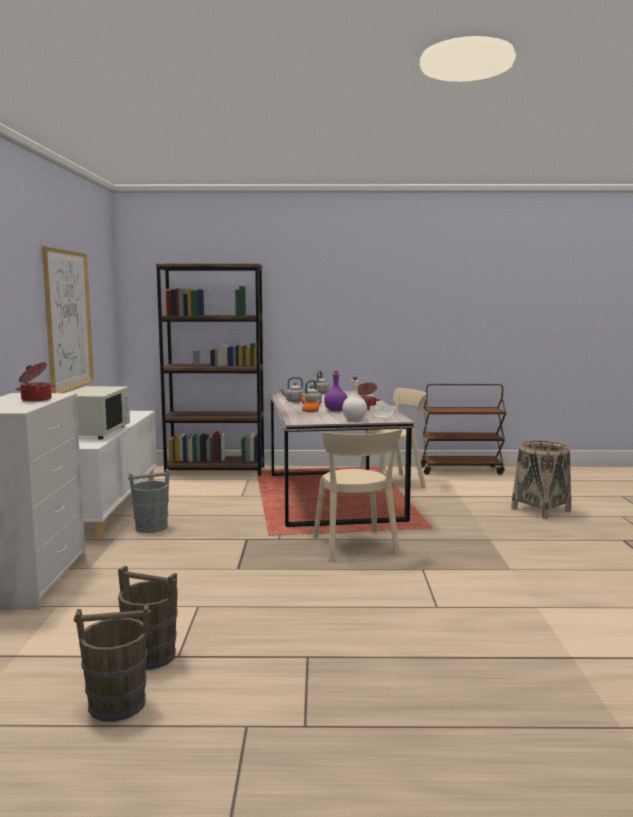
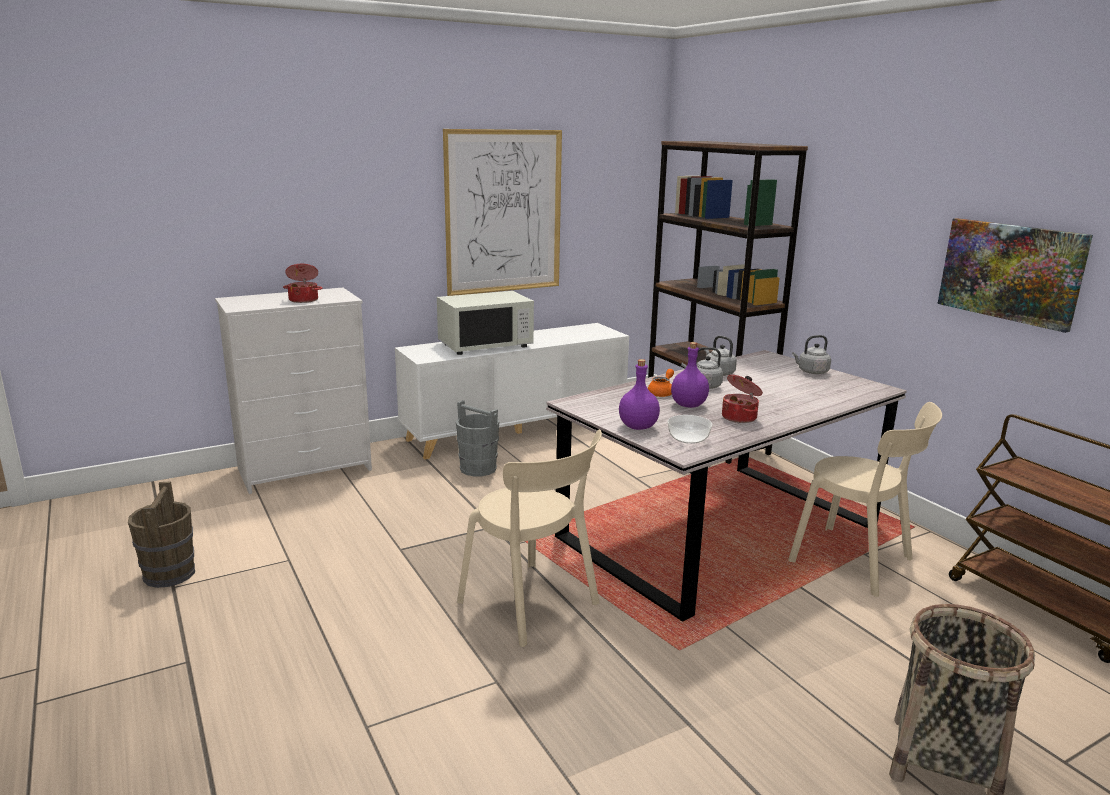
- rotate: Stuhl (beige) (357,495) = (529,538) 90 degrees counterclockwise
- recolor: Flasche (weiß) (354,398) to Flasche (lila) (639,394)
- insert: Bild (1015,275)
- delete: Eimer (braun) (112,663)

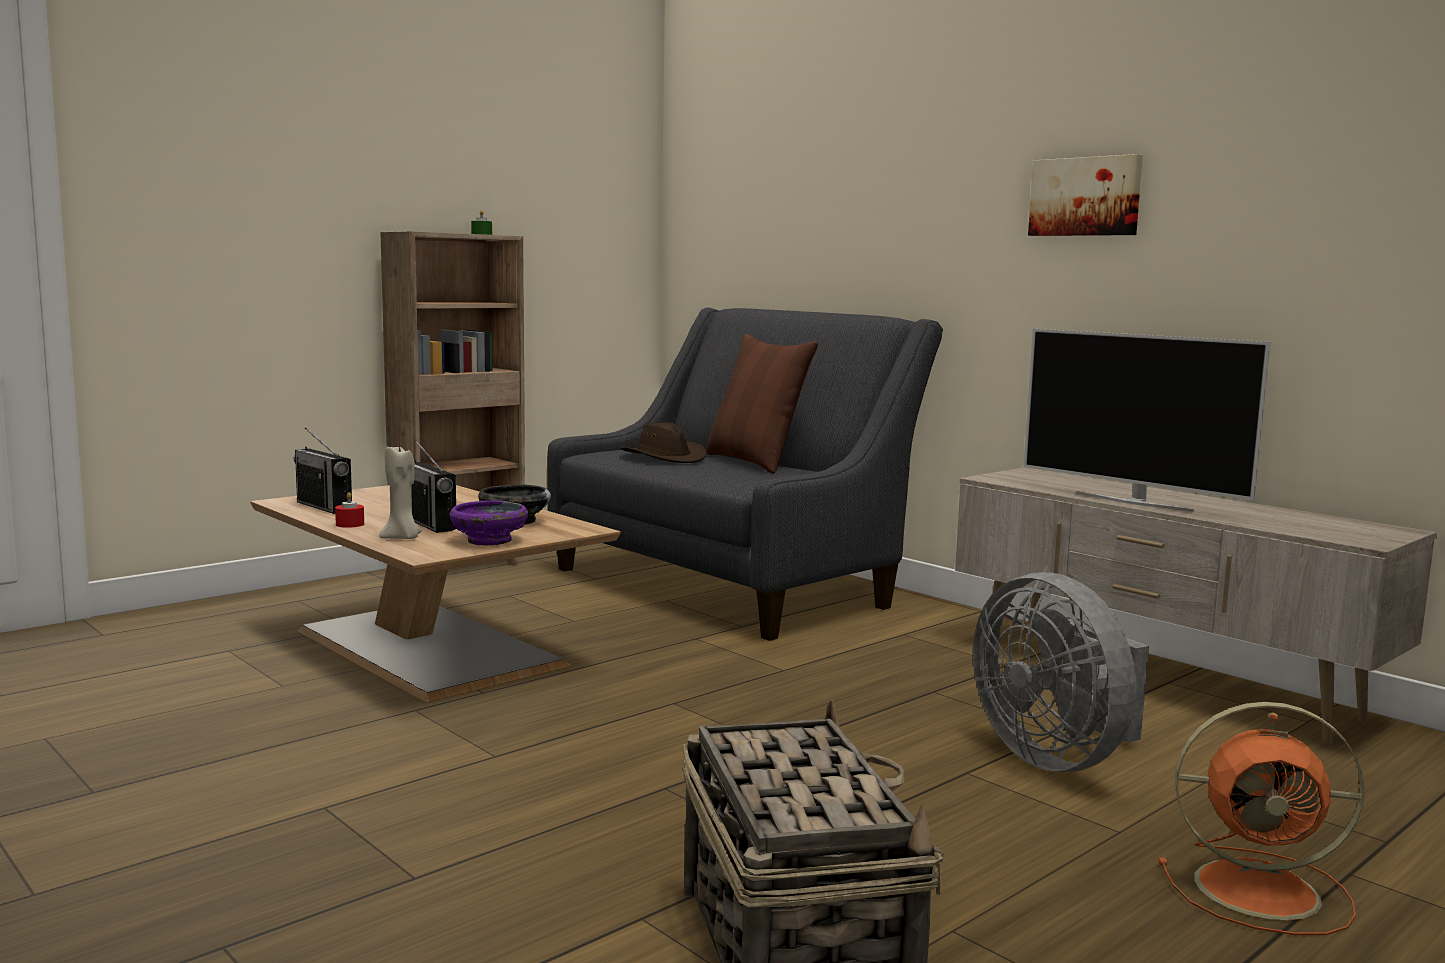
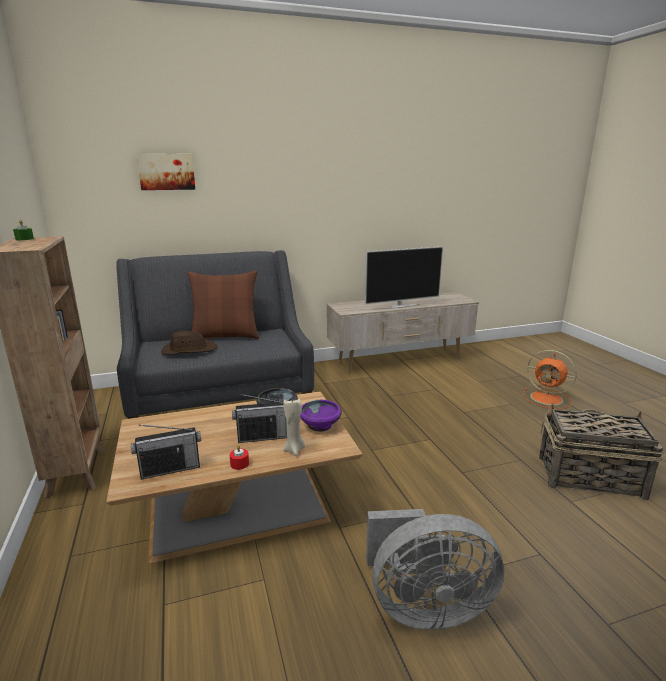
- move: Bild (1085,195) to (165,171)
- move: Ventilator (grau) (1061,672) to (435,569)
- rotate: Ventilator (orange) (1262,818) = (550,379) 90 degrees clockwise

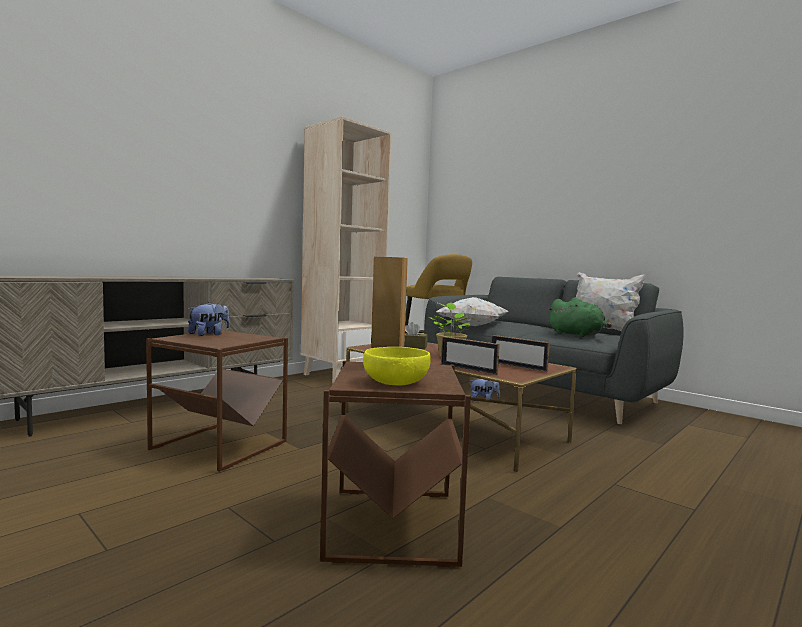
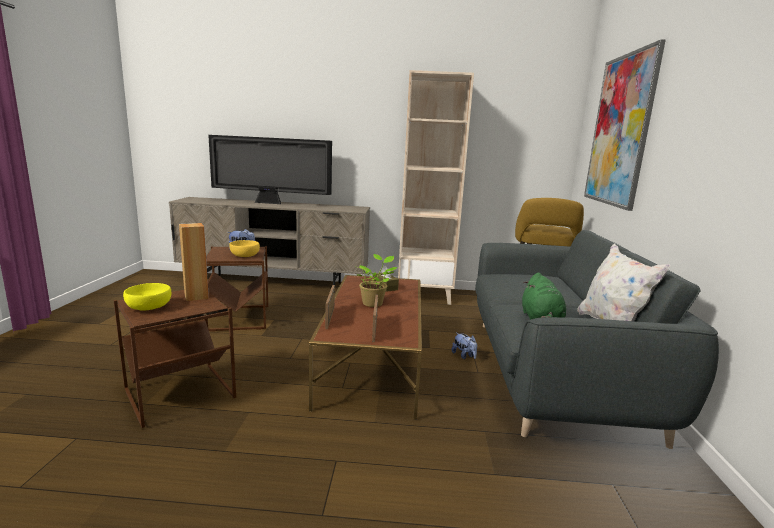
- insert: Fernseher (270,169)
- insert: Schüssel (gelb) (244,248)
- insert: Bild (625,125)
- delete: Kissen (weiß) (472,311)

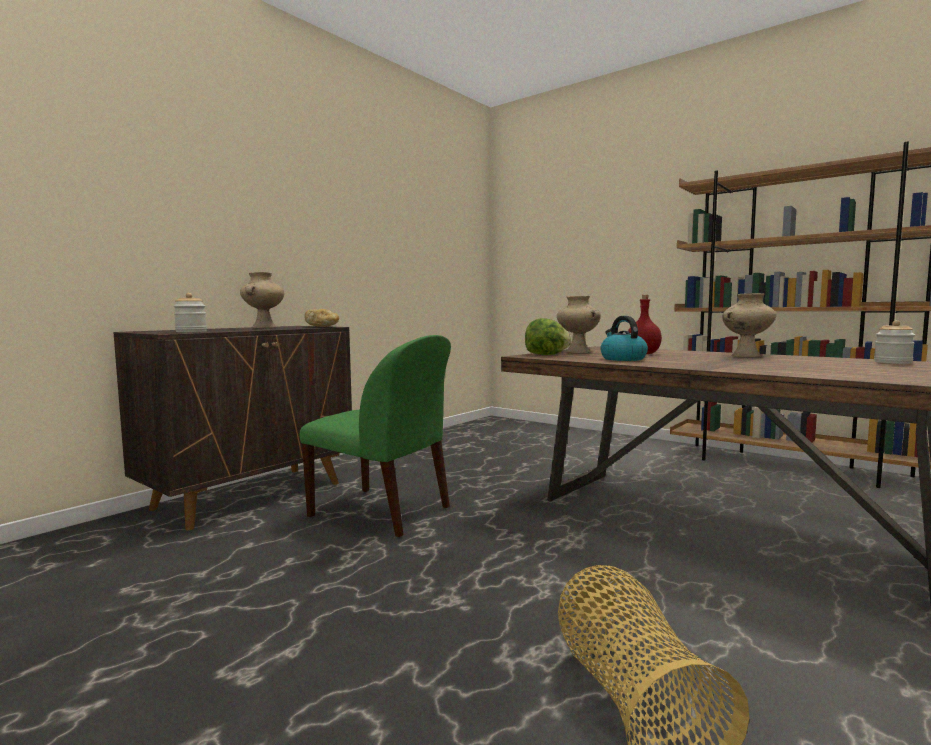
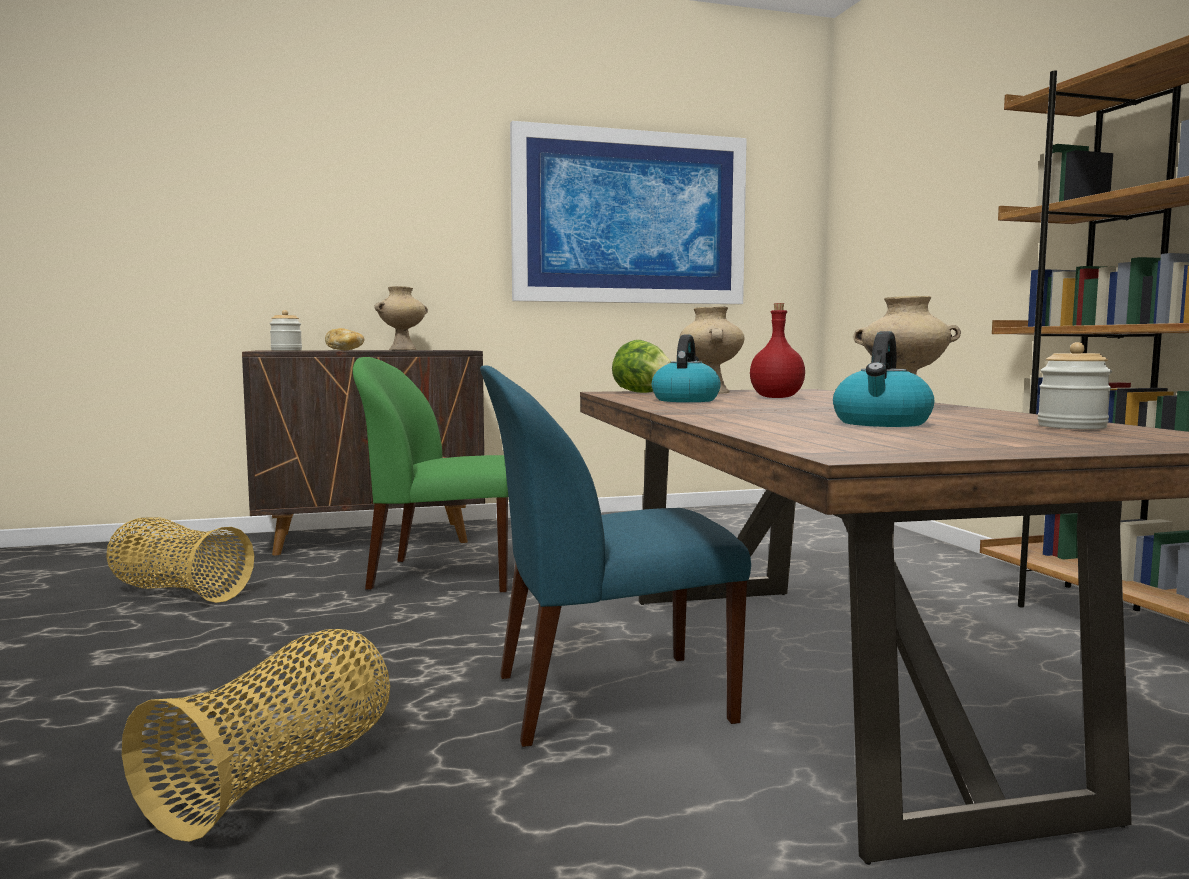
- insert: Korb (180,560)
- move: Brot (321,318) to (344,339)
- rotate: Stuhl (grün) (375,436) = (431,475) 120 degrees clockwise
- insert: Stuhl (blau) (615,556)
- insert: Bild (628,212)
- insert: Wasserkessel (883,379)

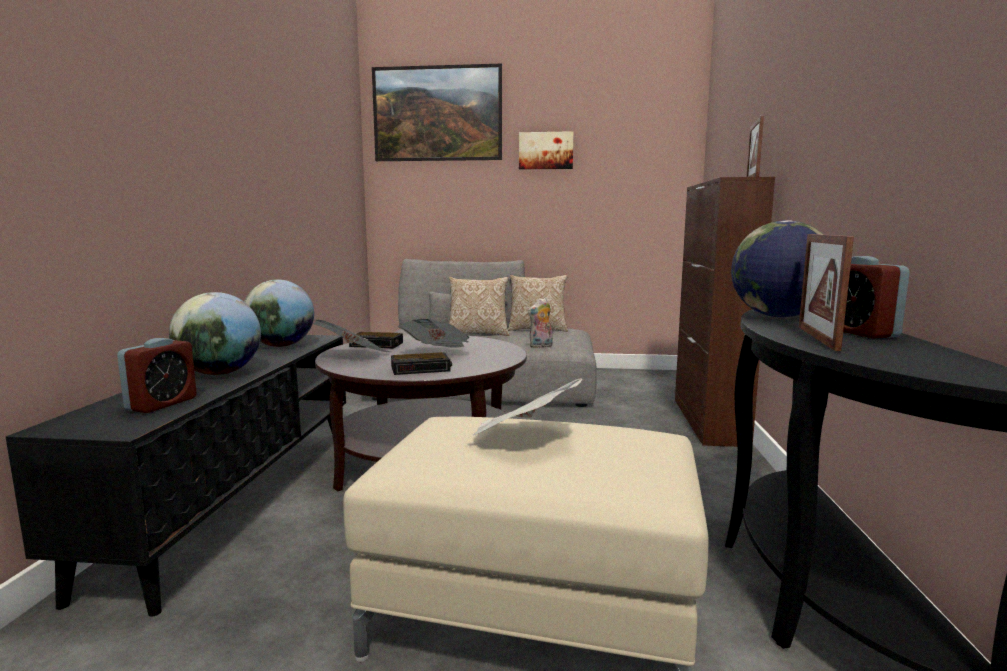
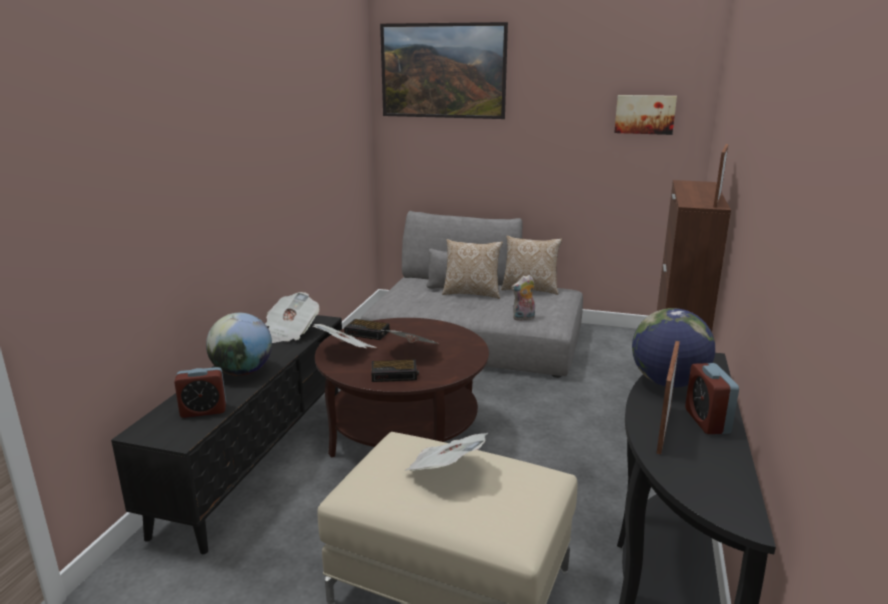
- rotate: Wecker (157,375) = (200,392) 45 degrees clockwise
- replace: Globus (279,313) to Zeitung (292,317)
- move: Bild (546,150) to (645,115)

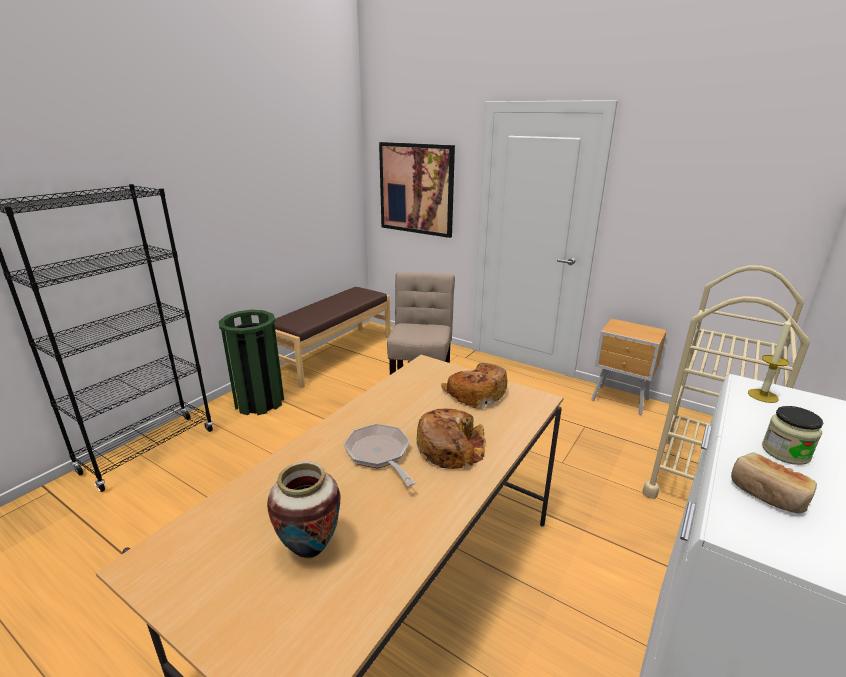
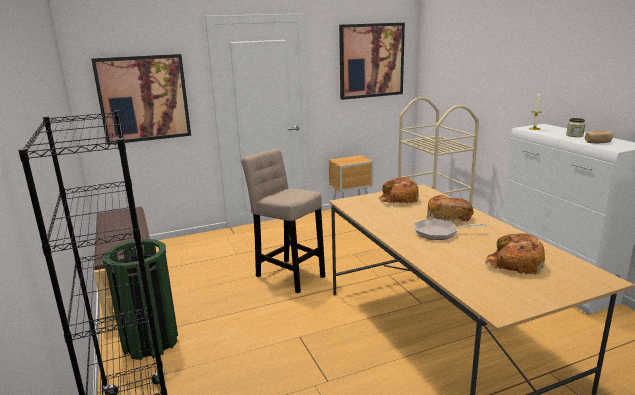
- insert: Bild (372,61)
- replace: Vase (303,510) to Brot (515,253)

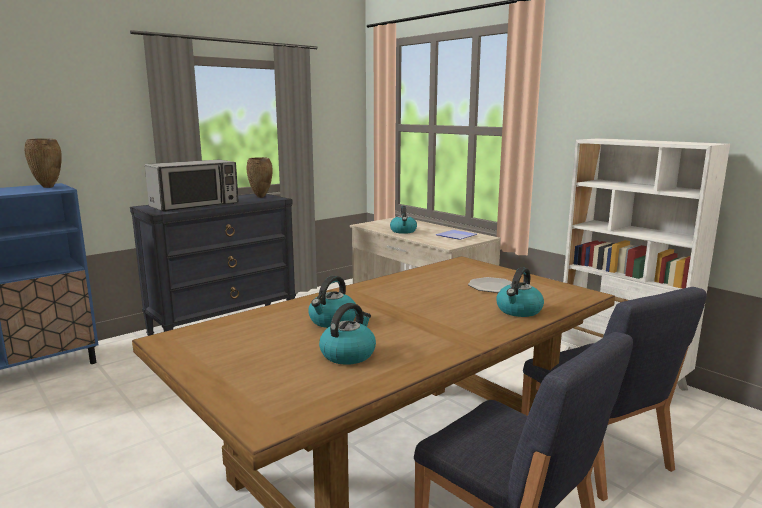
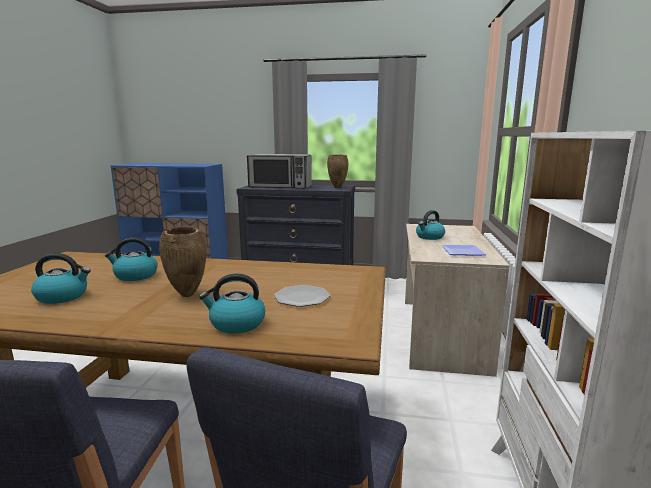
- move: Vase (braun) (43,163) to (183,262)

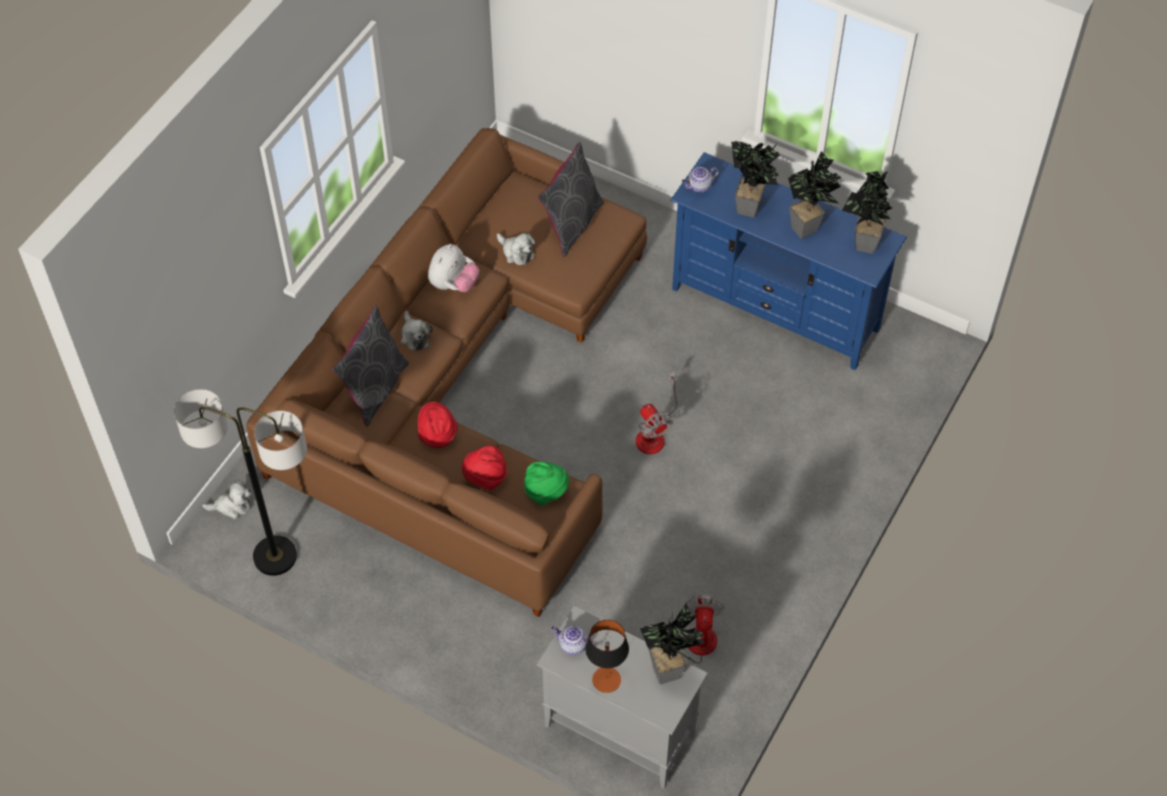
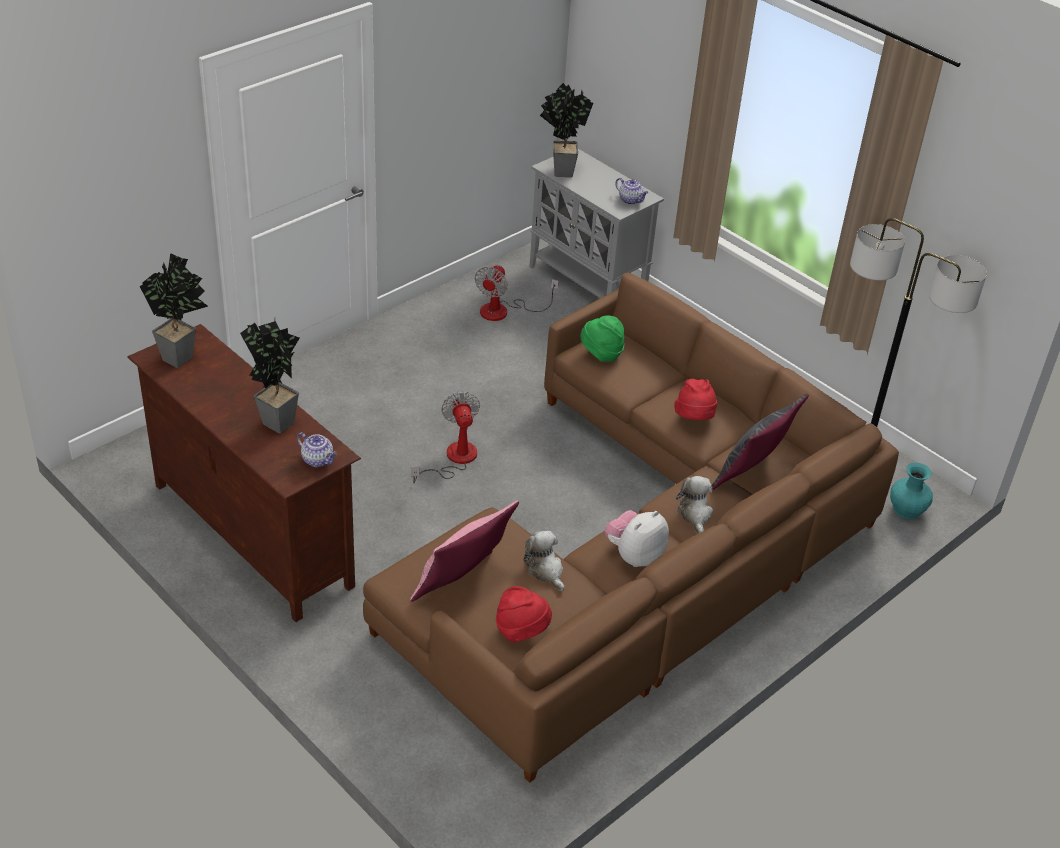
- recolor: Fernsehschrank (blau) (788,261) to Fernsehschrank (braun) (244,473)
- rotate: Teekanne (700,180) = (317,449) 45 degrees clockwise
- recolor: Kissen (grau) (571,199) to Kissen (rosa) (464,551)
- move: Hut (rot) (484,467) to (524,614)
- replace: Plüschtier (226,499) to Vase (türkis) (911,491)
- delete: Tischlampe (607,656)
- delete: Topfpflanze (814,195)

